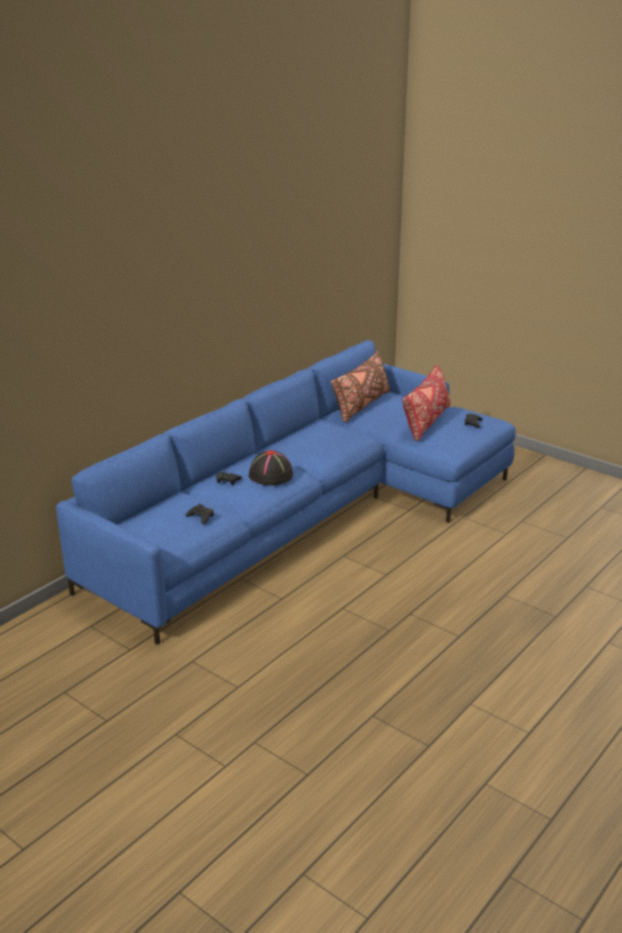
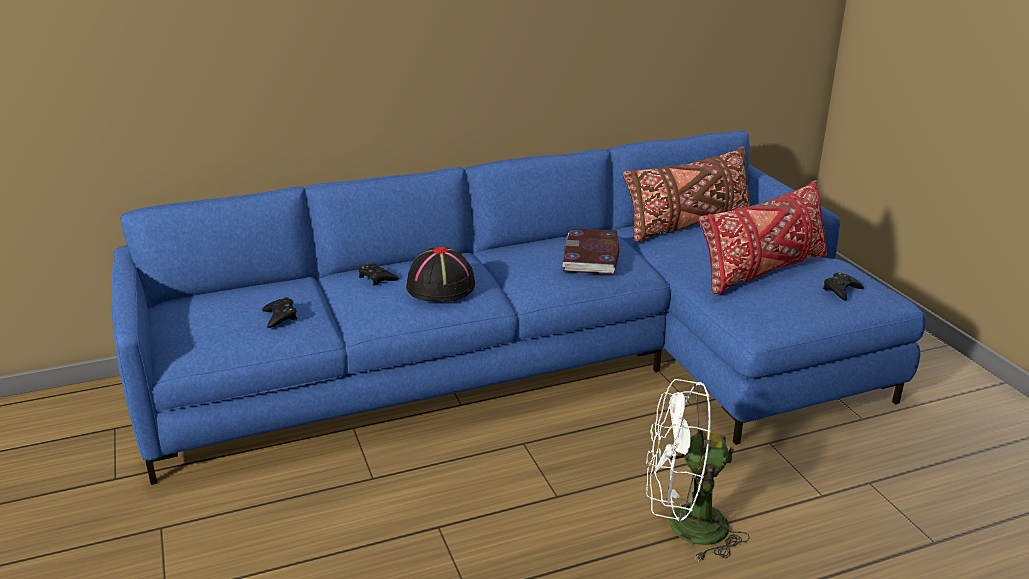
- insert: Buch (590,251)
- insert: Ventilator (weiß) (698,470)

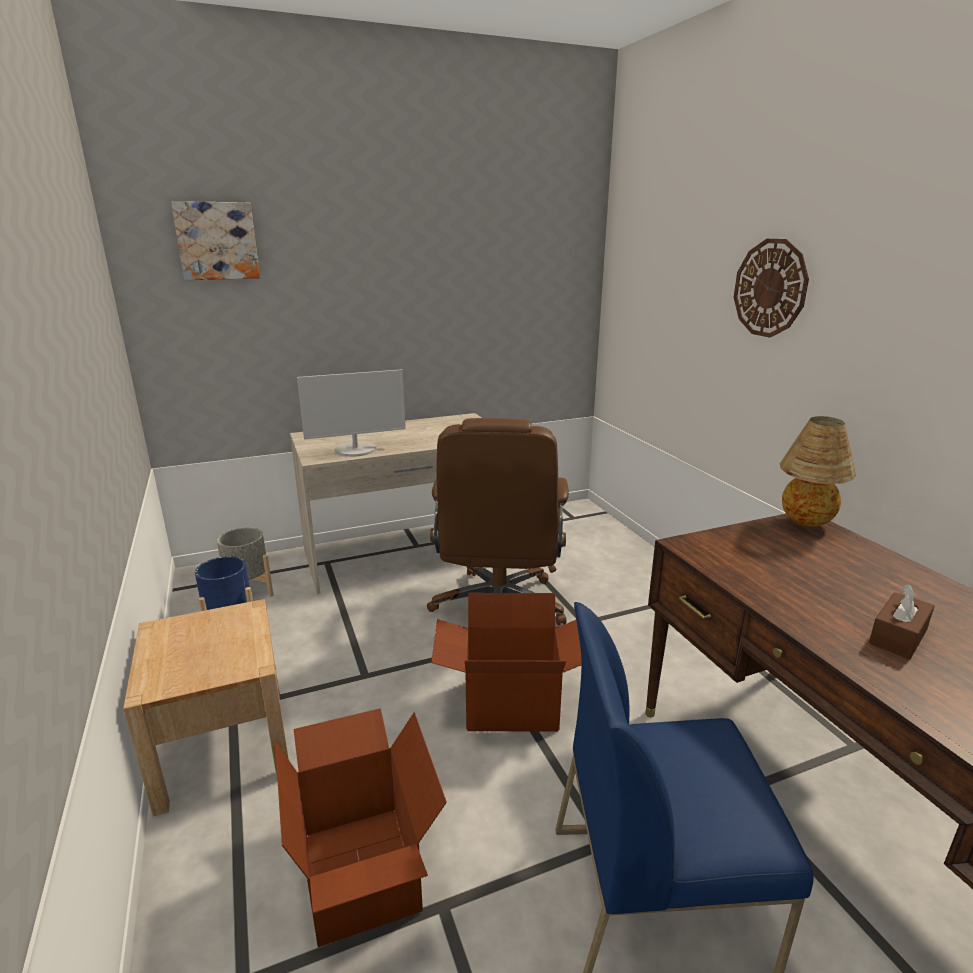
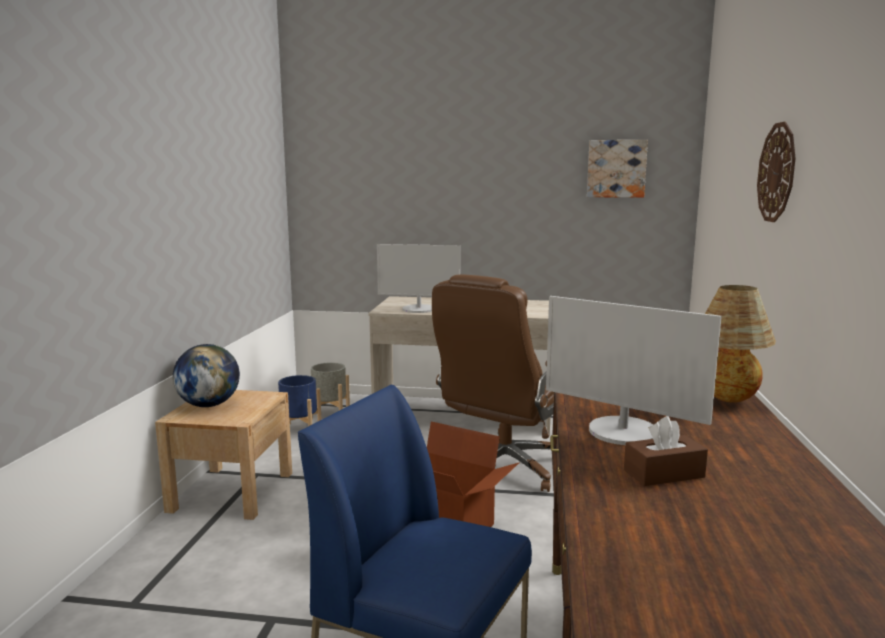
- insert: Globus (206,375)
- insert: Monitor (634,370)
- move: Bild (215,240) to (617,169)
- delete: Karton (361,827)

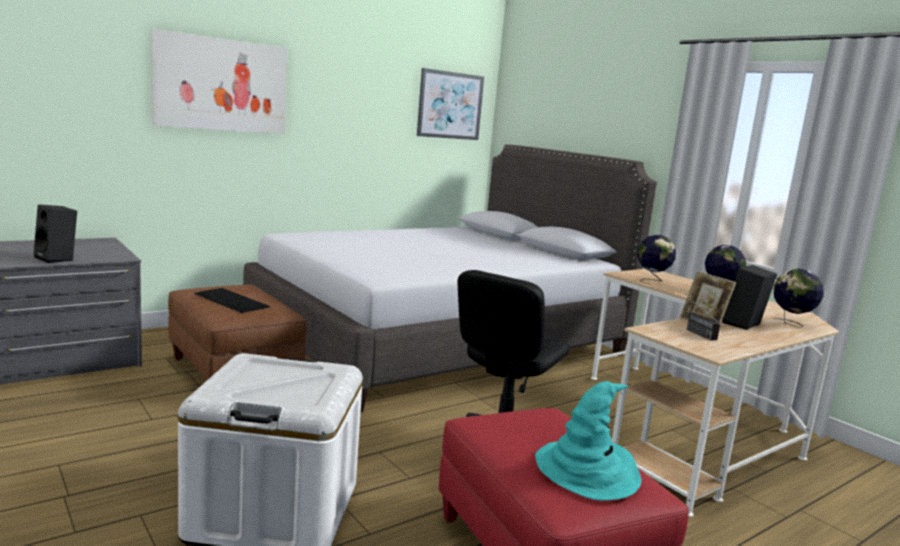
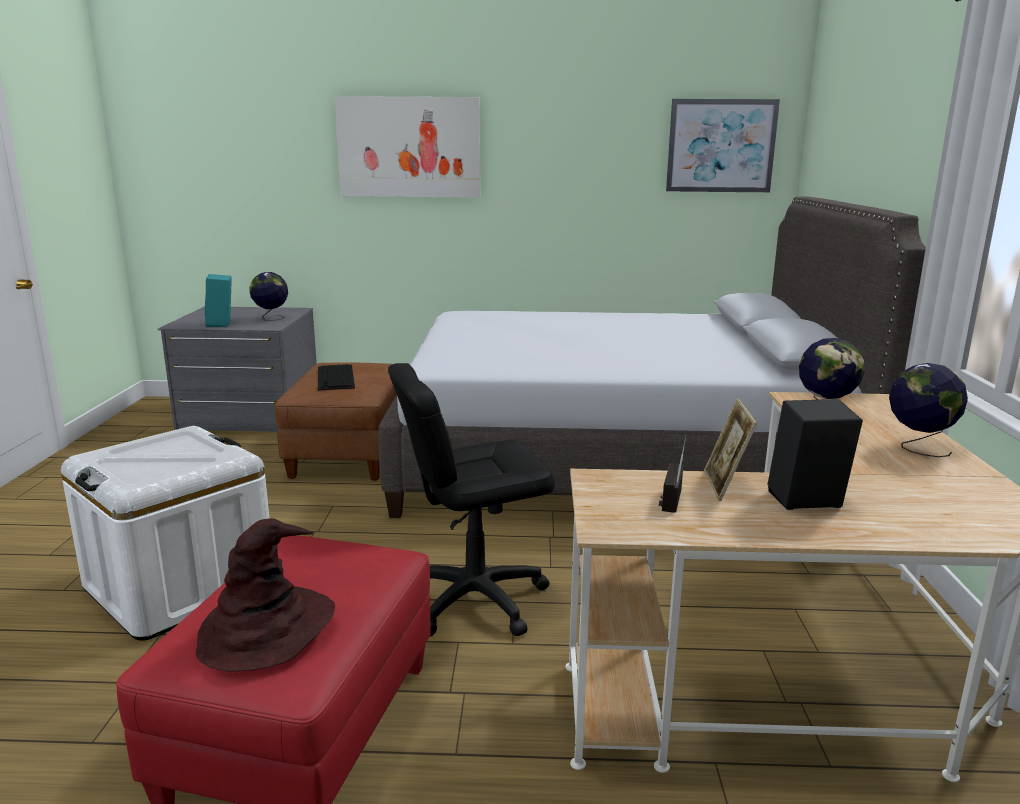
- recolor: Hut (türkis) (588,441) to Hut (braun) (265,595)
- recolor: Lautsprecher (schwarz) (55,234) to Lautsprecher (türkis) (218,300)
- move: Globus (798,298) to (269,296)

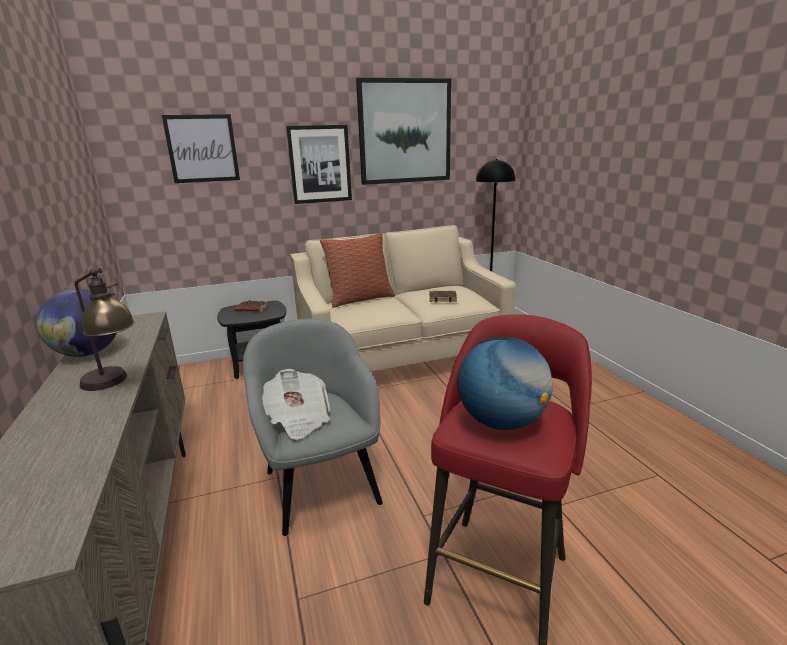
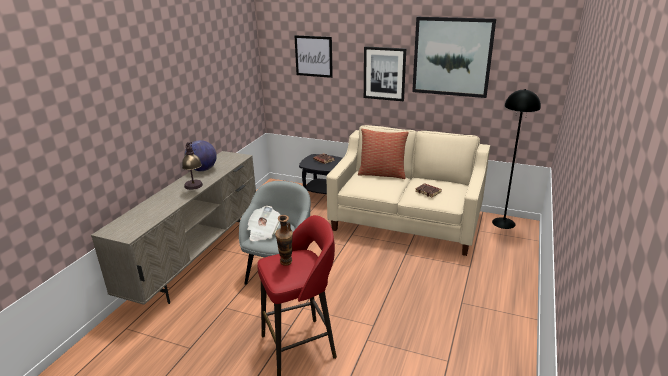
- replace: Globus (504,383) to Vase (284,240)

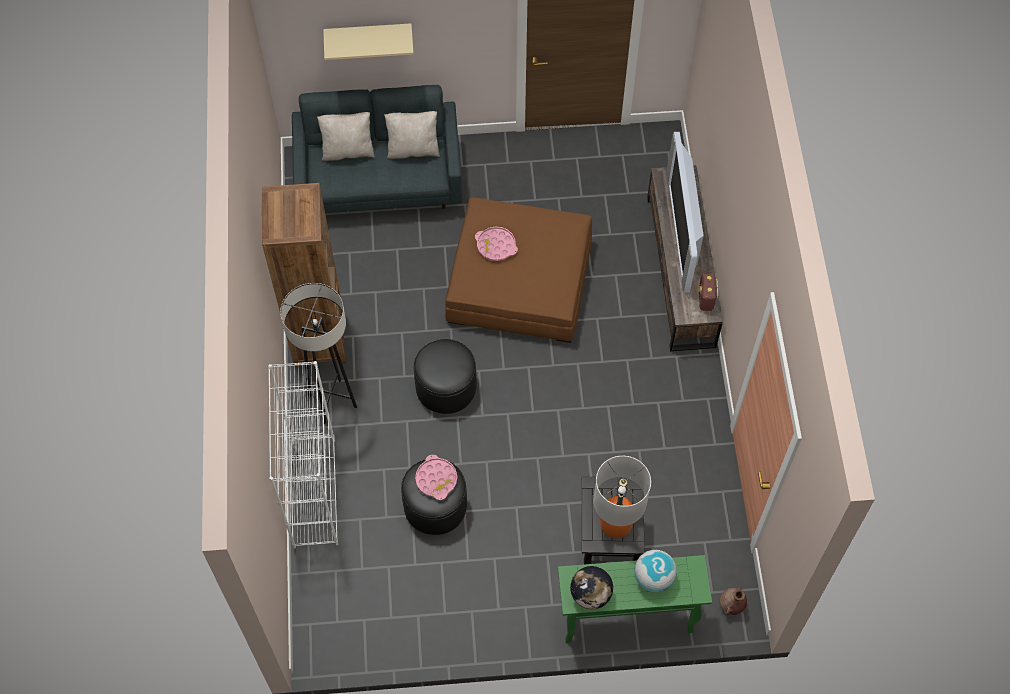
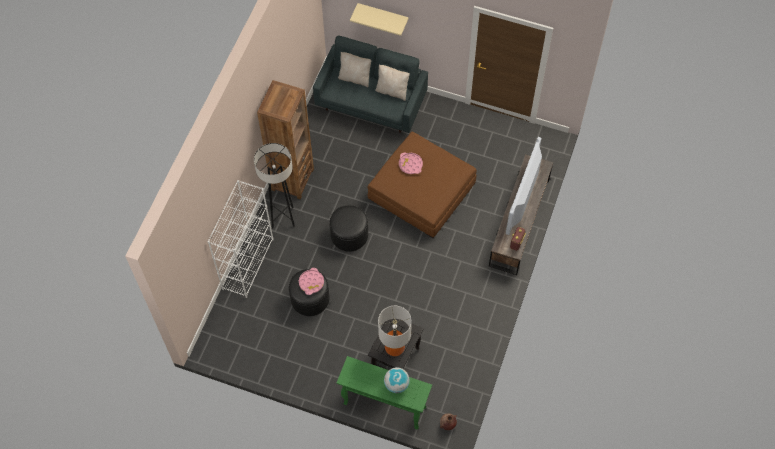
- delete: Globus (591,587)

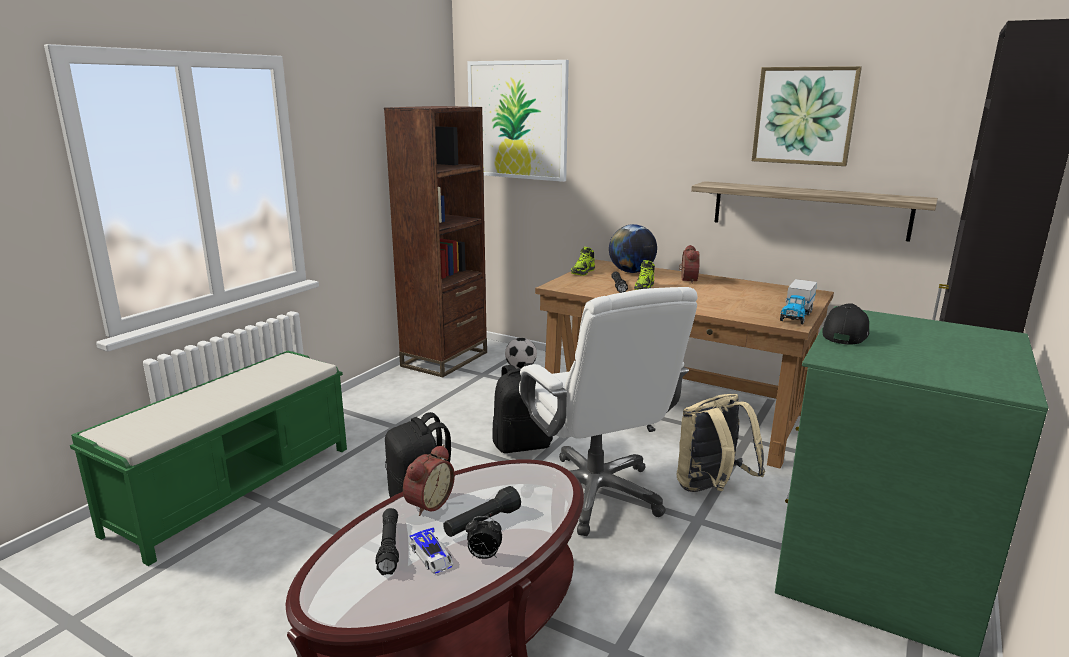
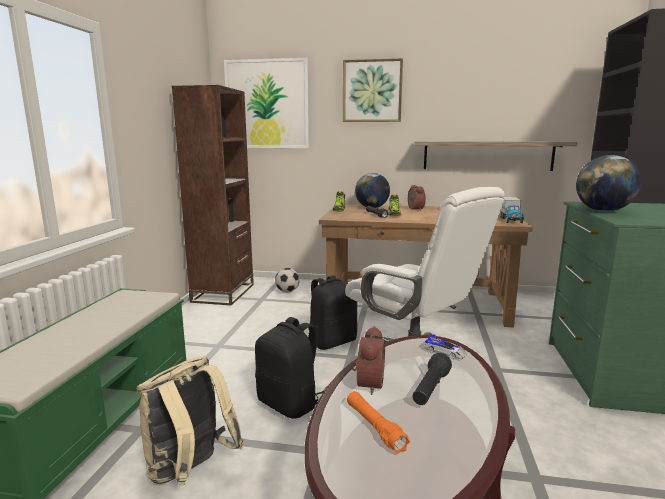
- move: Rucksack (beige) (721,443) to (190,420)
- move: Bild (807,116) to (373,90)
- recolor: Taschenlampe (schwarz) (387,541) to Taschenlampe (orange) (378,422)
- move: Spielzeugauto (431,550) to (445,346)
- replace: Kappe (schwarz) (845,324) to Globus (608,183)
- delete: Wecker (483,537)

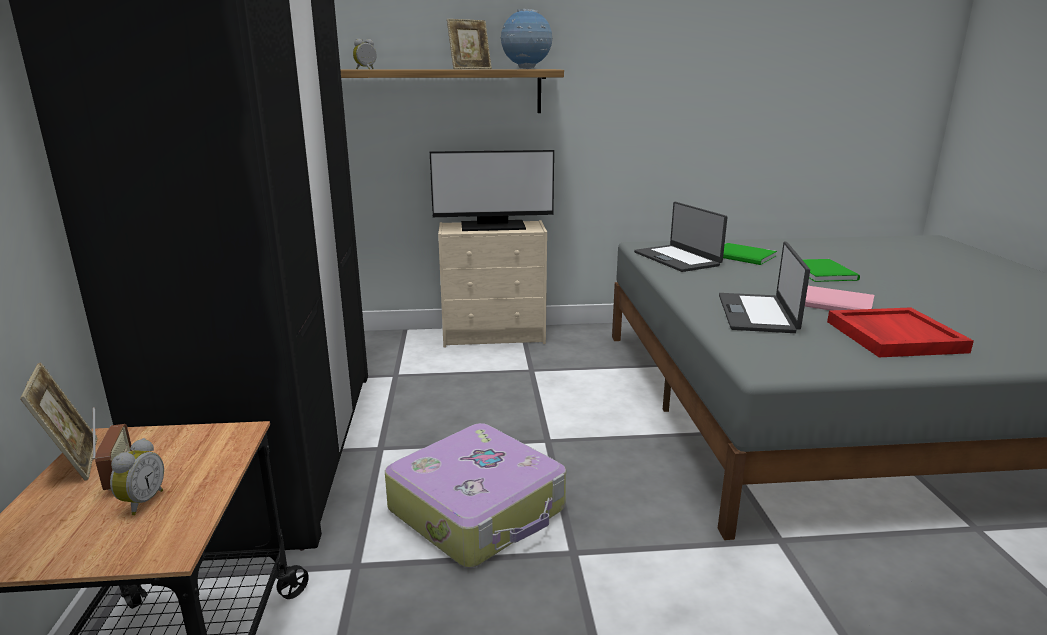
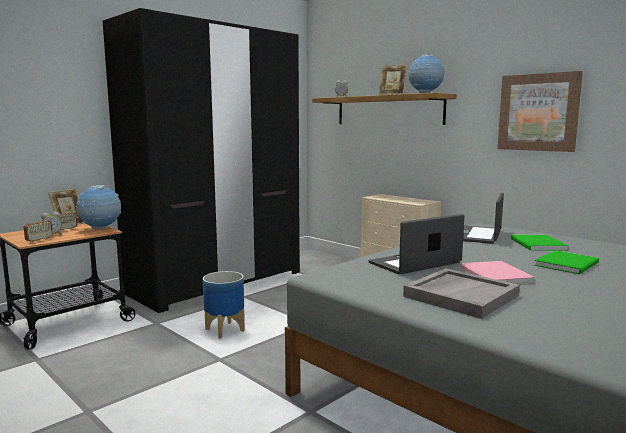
- insert: Radio (38,225)
- insert: Globus (98,207)
- replace: Koffer (475,495) to Pflanzkübel (224,305)
- recolor: Tablett (rot) (900,332) to Tablett (grau) (461,293)
- insert: Bild (540,111)
- delete: Monitor (492,190)

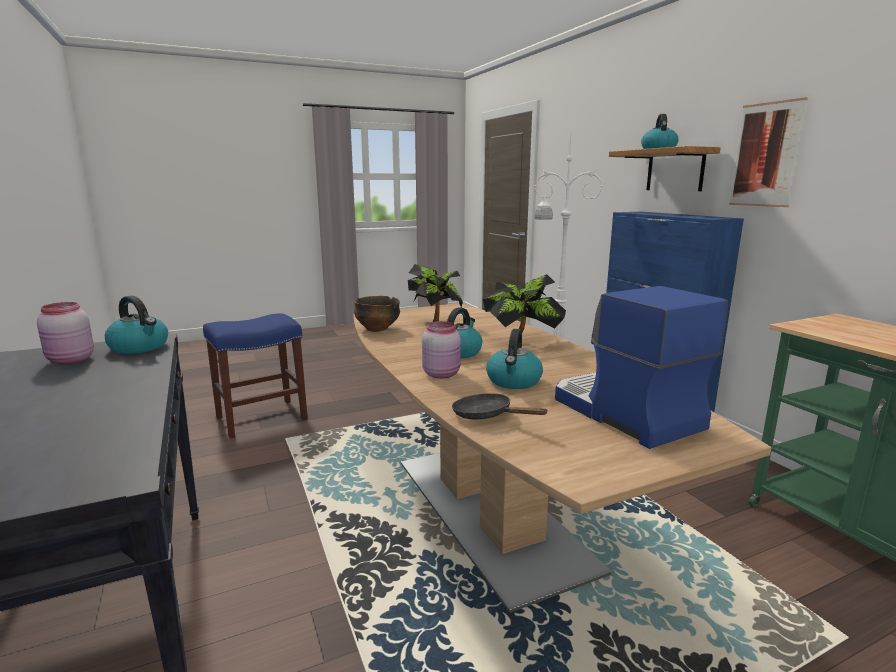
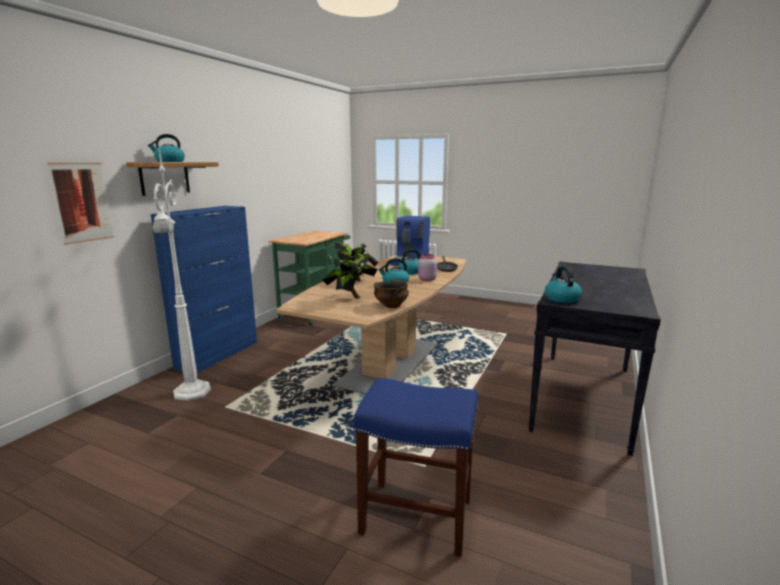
- move: Bild (768,152) to (80,204)
- delete: Vorratsglas (rosa) (65,333)

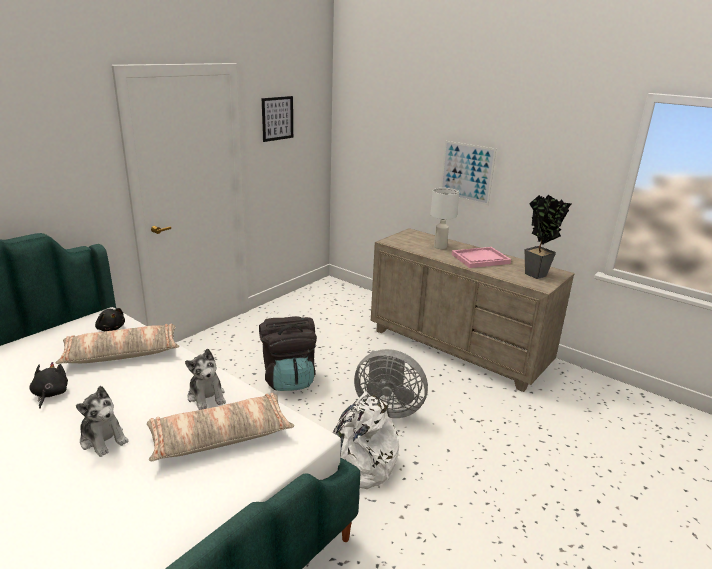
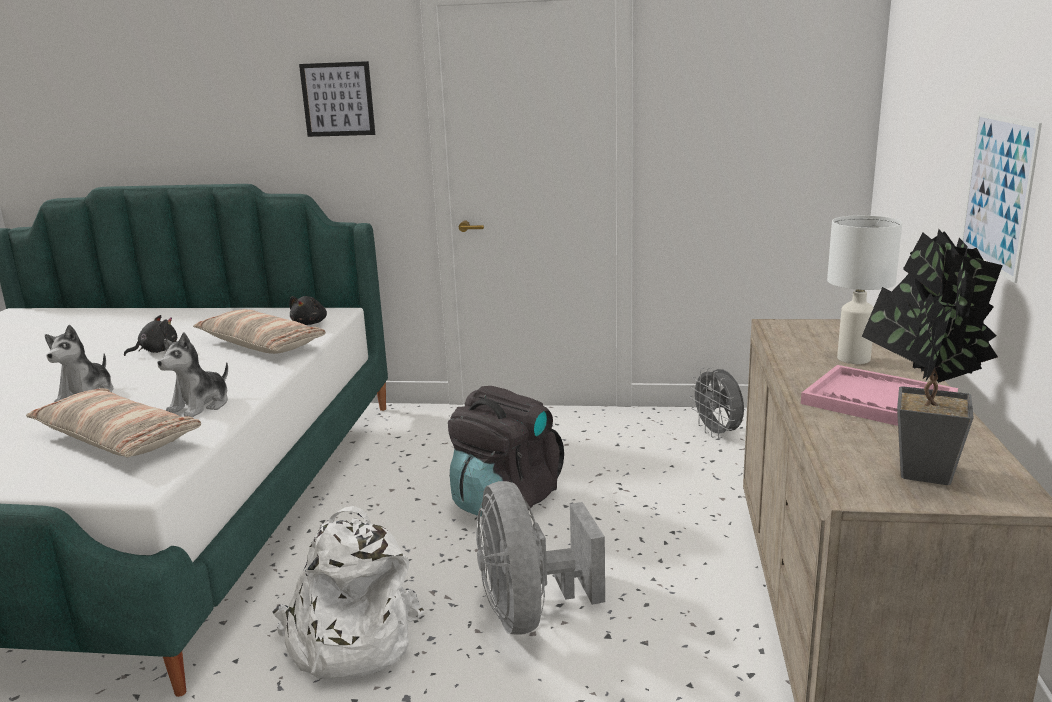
- move: Bild (277,119) to (337,99)
- insert: Ventilator (grau) (717,402)

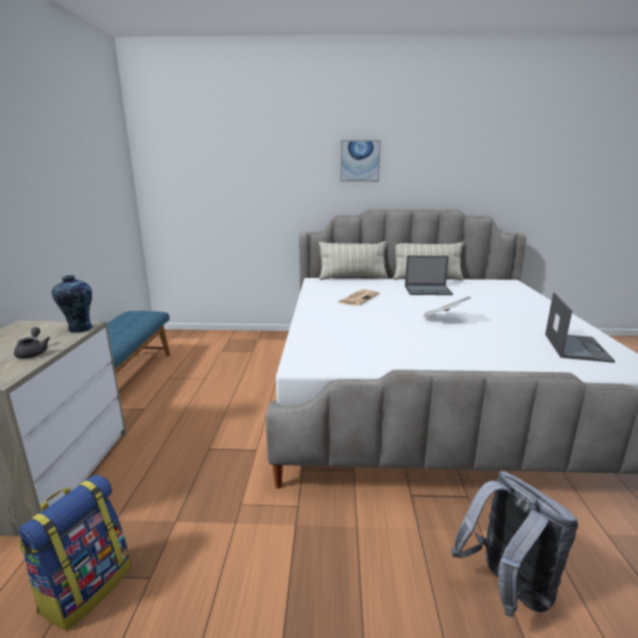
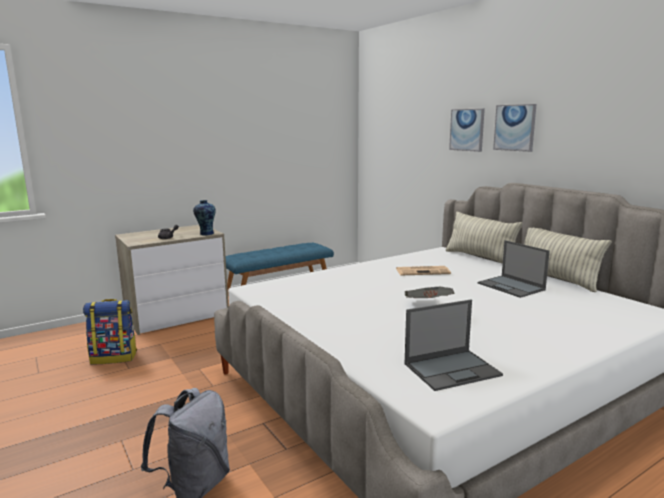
- insert: Bild (467,130)

